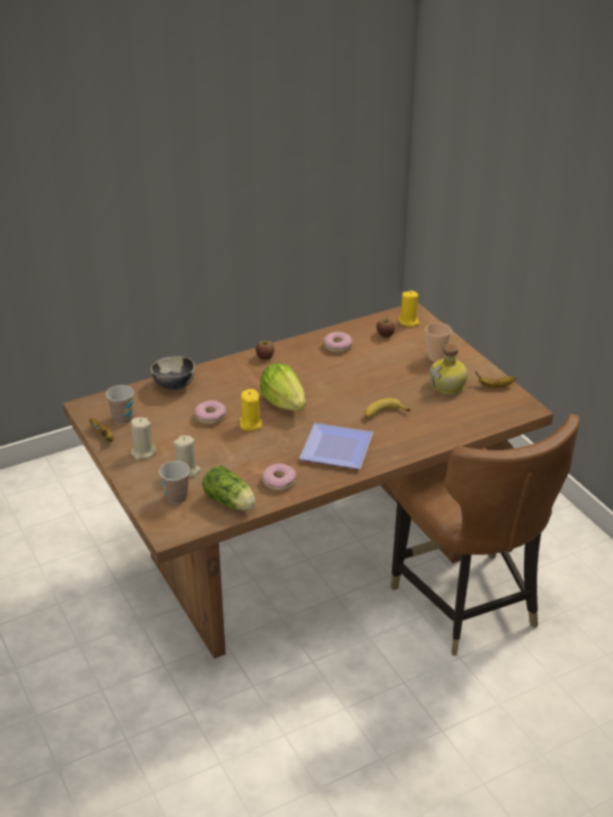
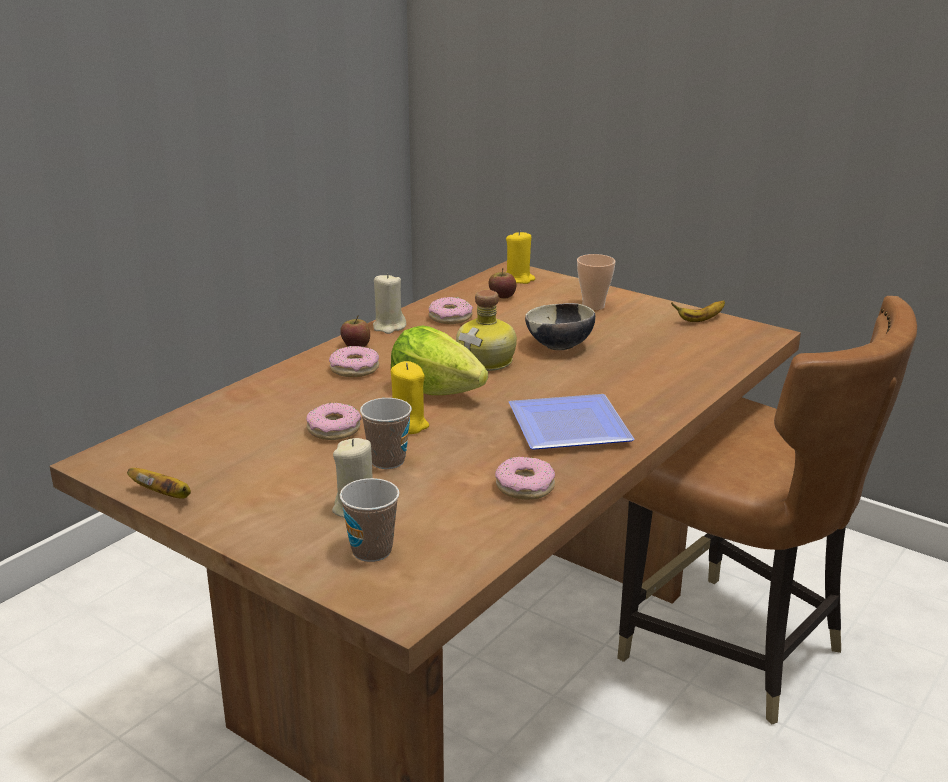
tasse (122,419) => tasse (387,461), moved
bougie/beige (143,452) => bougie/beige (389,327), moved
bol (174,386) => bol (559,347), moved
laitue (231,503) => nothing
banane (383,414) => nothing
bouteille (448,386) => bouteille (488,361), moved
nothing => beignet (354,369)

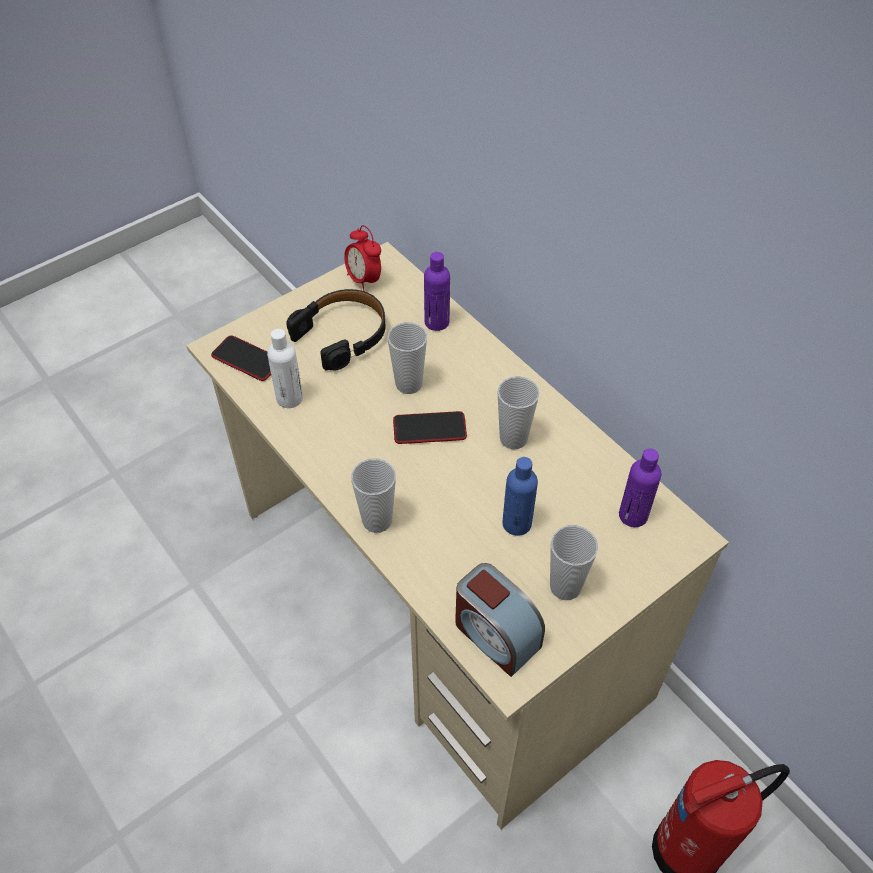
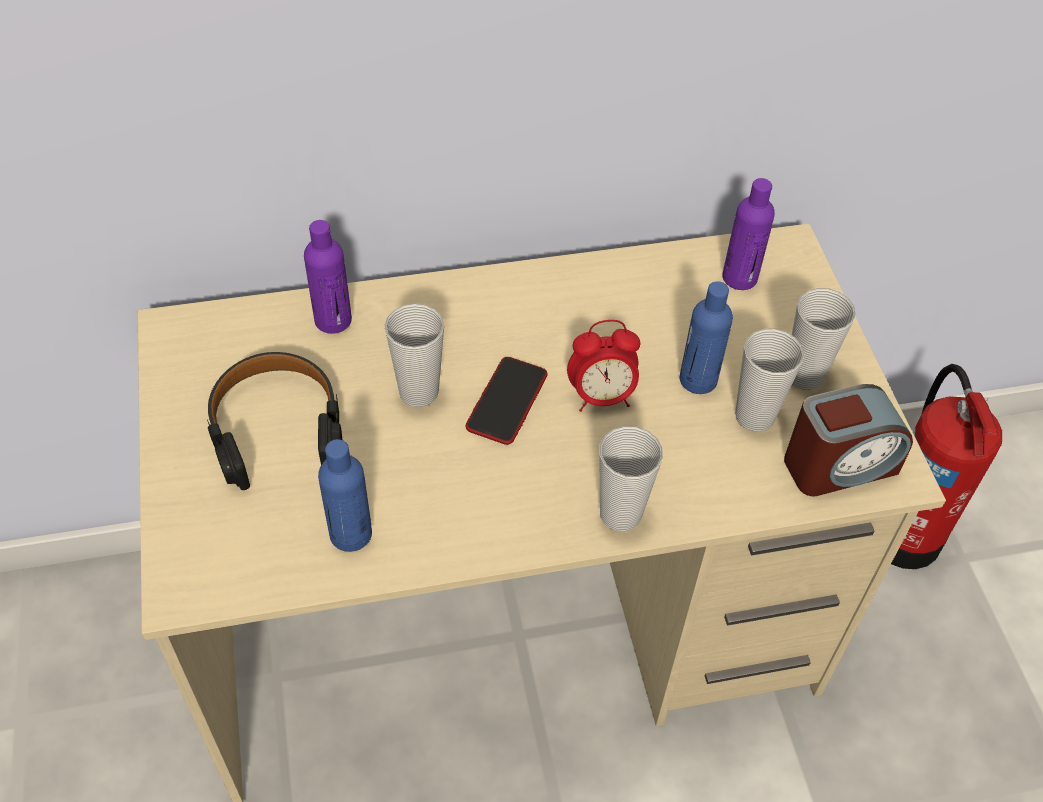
téléphone (247,359) => nothing
bouteille/blanc (289,398) => bouteille/bleu (350,534)
réveil (364,280) => réveil (601,397), moved
tasse (513,438) => tasse (754,416), moved

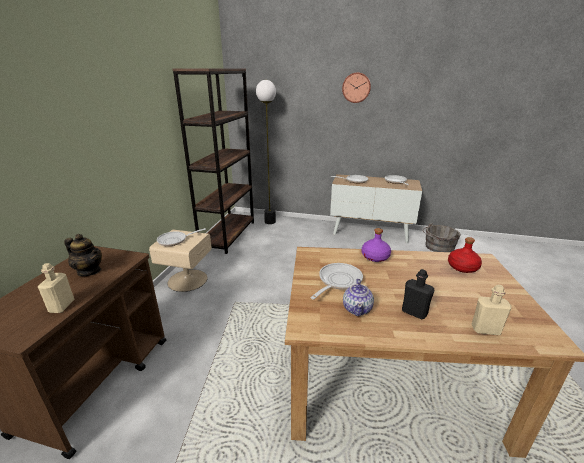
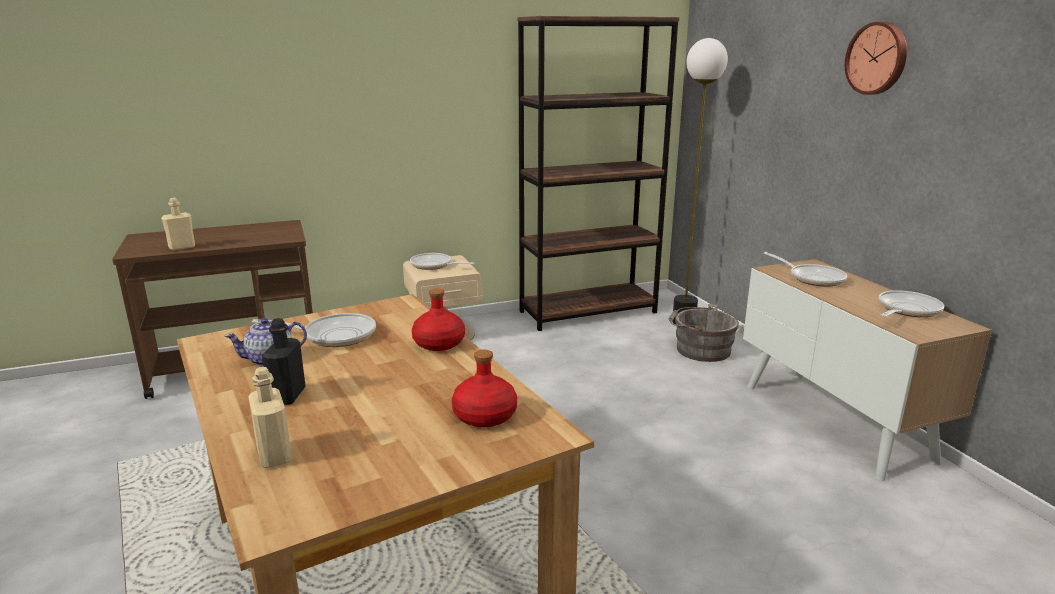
théière (89,271) => nothing
bouteille/violet (375,257) => bouteille/rouge (438,343)
seau/gris (438,247) => seau/gris (699,349), moved

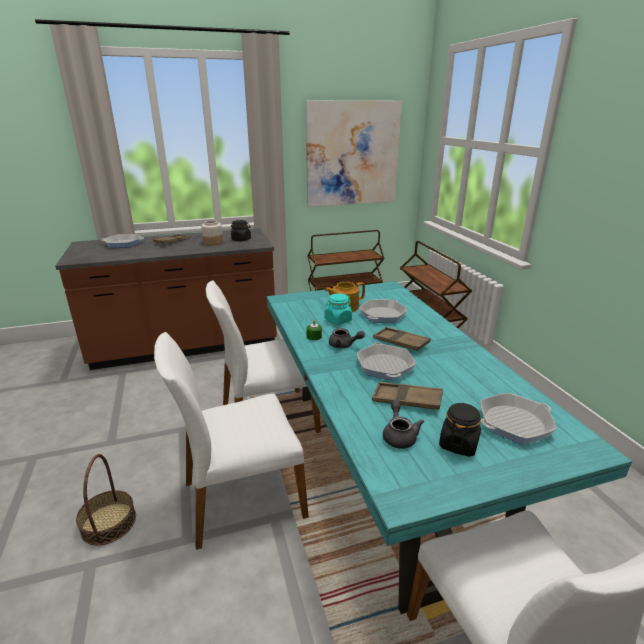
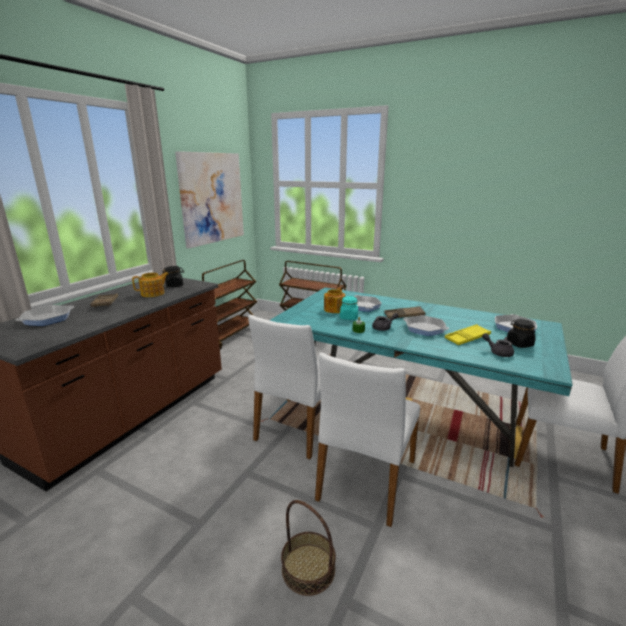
bocal (213,243) => théière (153,293)
plateau/marron (407,400) => plateau/jaune (467,338)

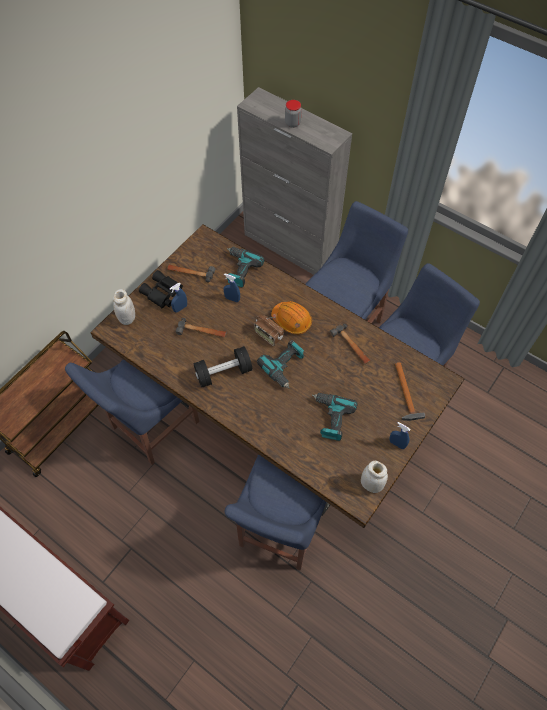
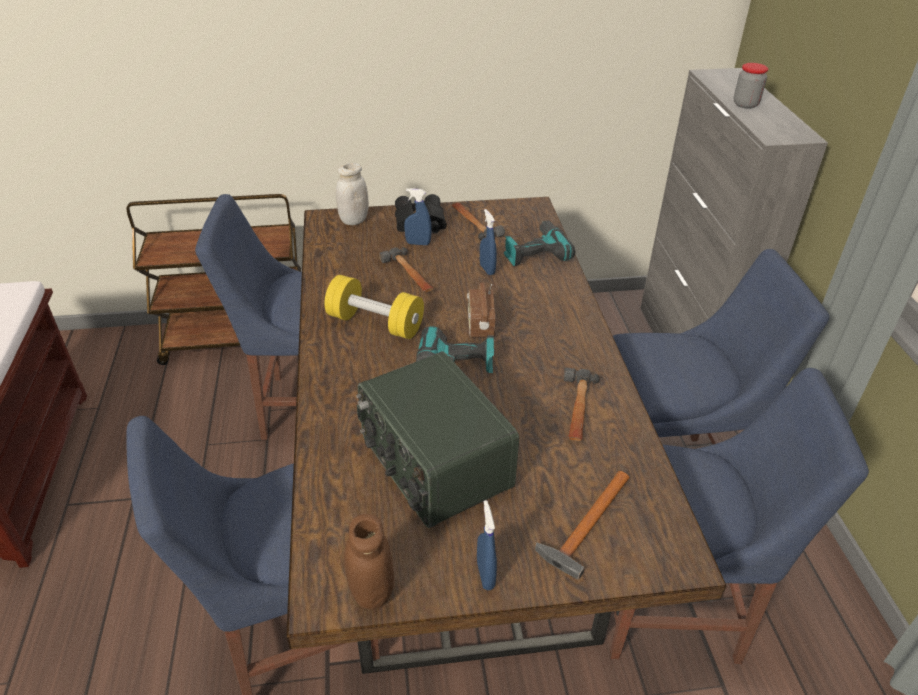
haltère/noir (223,373) => haltère/jaune (375,323)
casque de chantier/orange (292,320) => nothing
perceuse (331,418) => radio (433,463)
bocal/blanc (371,484) => bocal/marron (372,592)

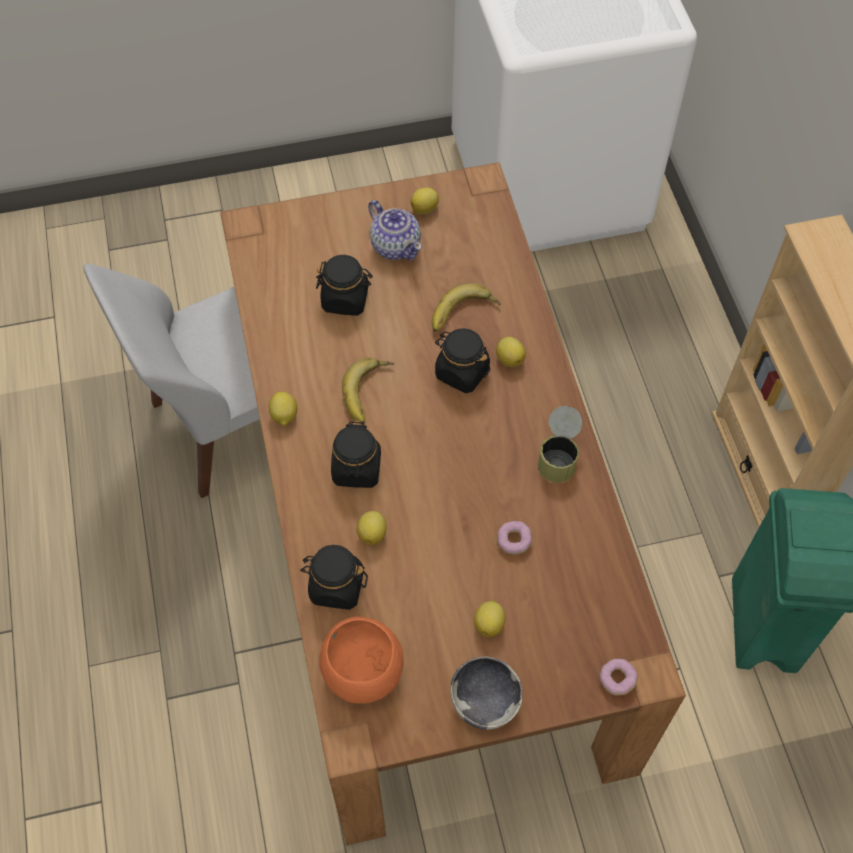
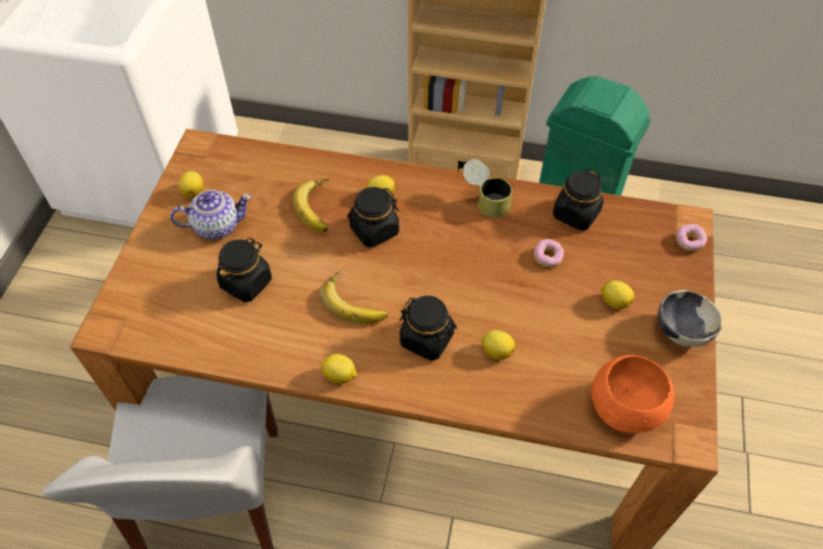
bocal/noir (336,586) => bocal/noir (576,214), moved

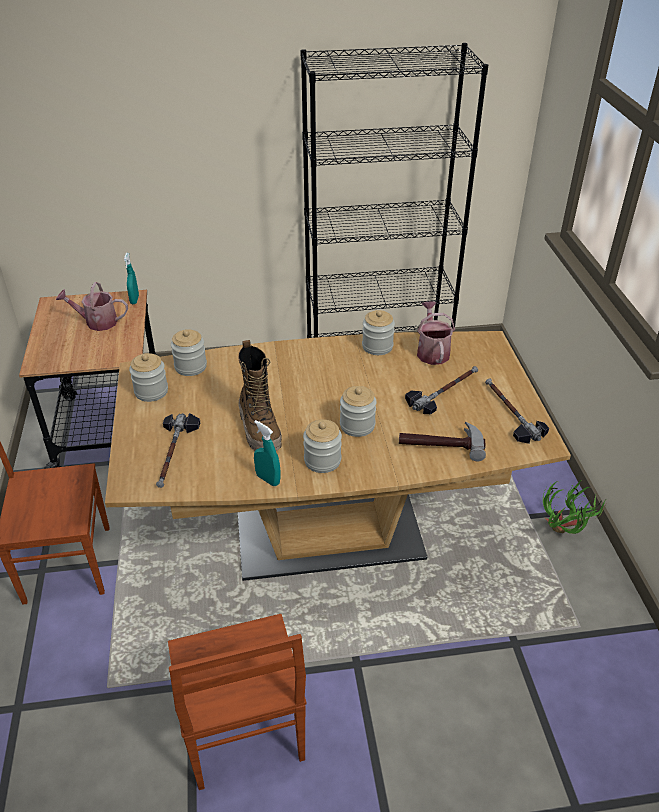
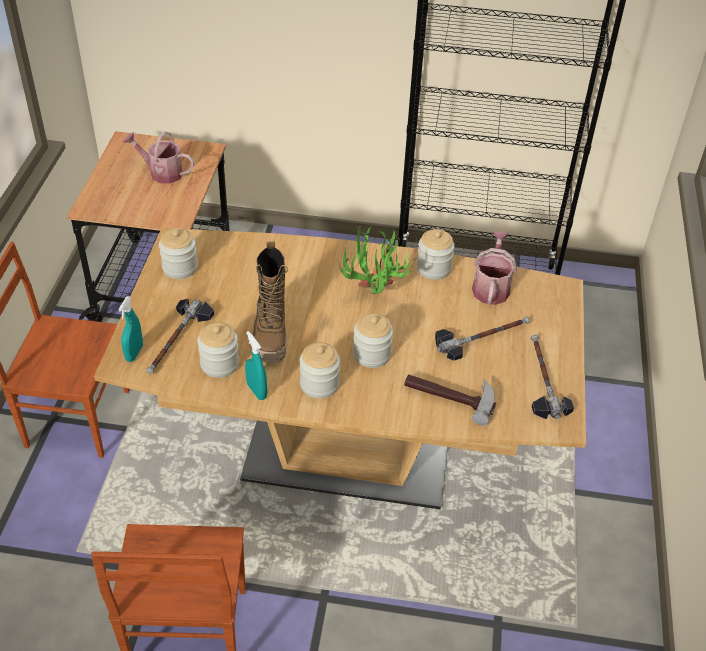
vaporisateur/turquoise (134,300) => vaporisateur/turquoise (134,353), moved
bocal (190,367) => bocal (219,364), moved
plante en pot (563,536) => plante en pot (373,298), moved

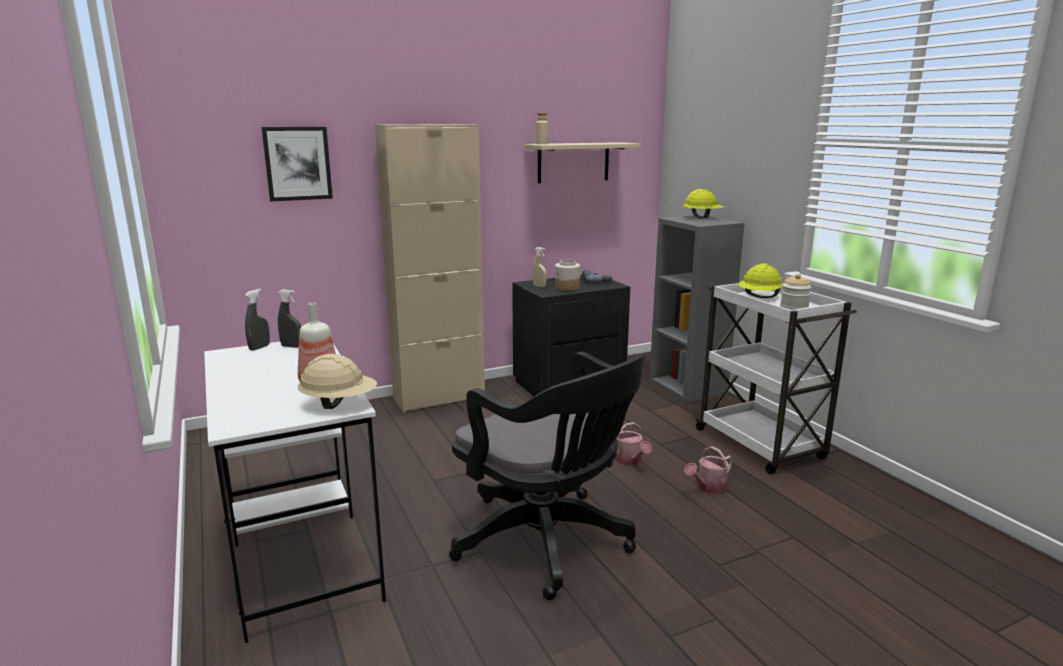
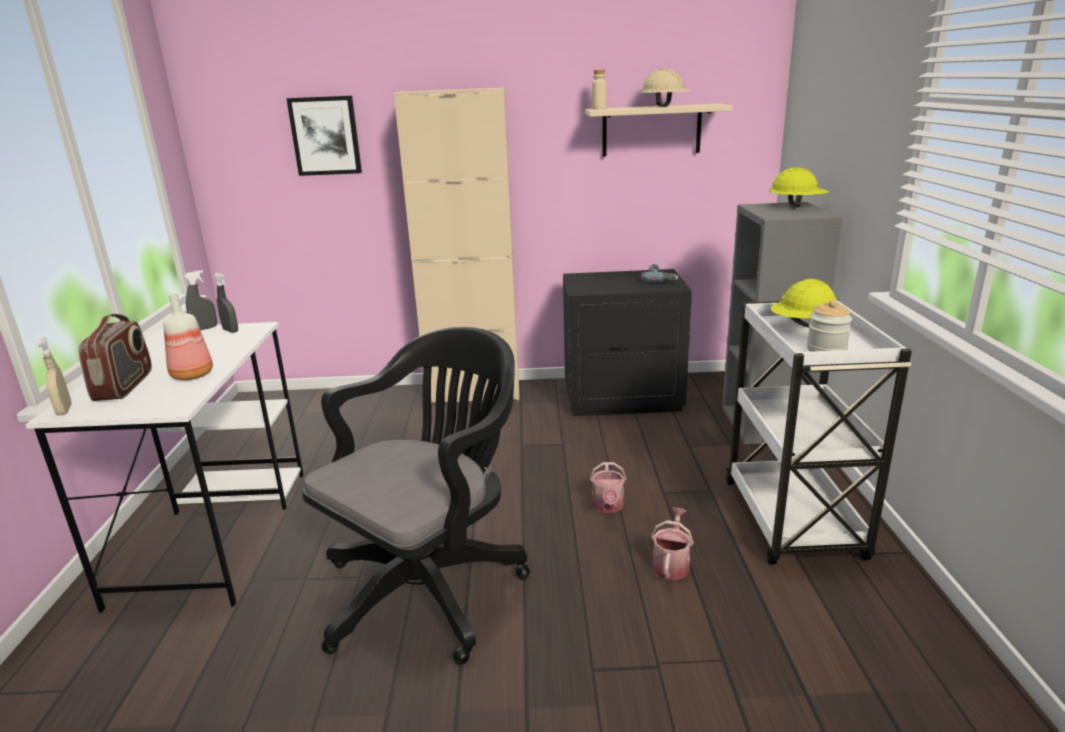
casque de chantier/beige (339,404) => casque de chantier/beige (666,106), moved
chaise de bureau/noir (548,543) => chaise de bureau/noir (431,586), 120 degrees counterclockwise
vaporisateur/beige (539,286) => vaporisateur/beige (64,410), moved
bocal (567,288) => nothing
arrosoir (708,487) => arrosoir (671,563), 120 degrees clockwise
nothing => radio (125,386)

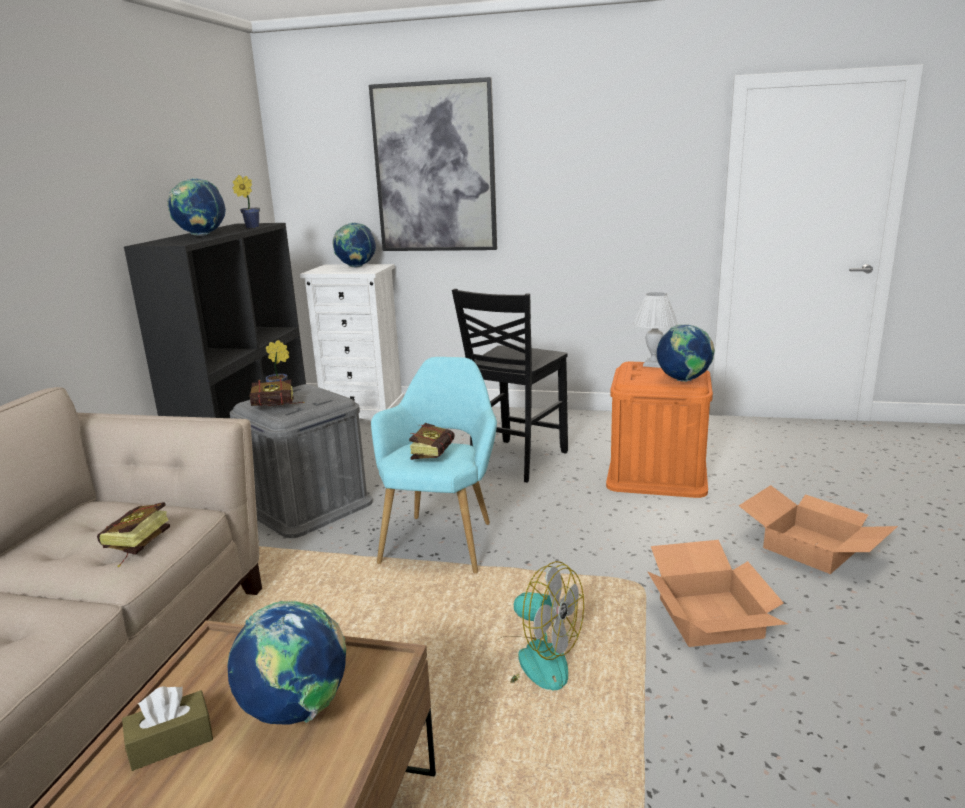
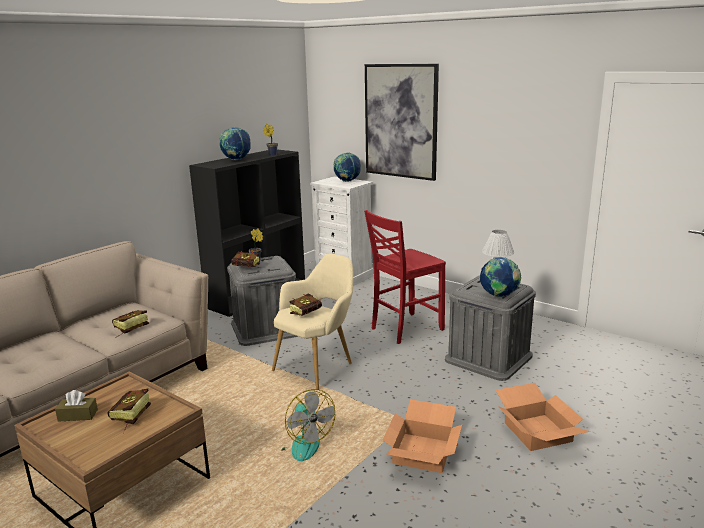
globe (297,711) => livre (129,418)
fauteuil/turquoise (443,539) => fauteuil/beige (318,366)
chaise/noir (516,461) => chaise/rouge (405,329)
boîte de rangement/orange (657,473) => boîte de rangement/gris (488,357)

